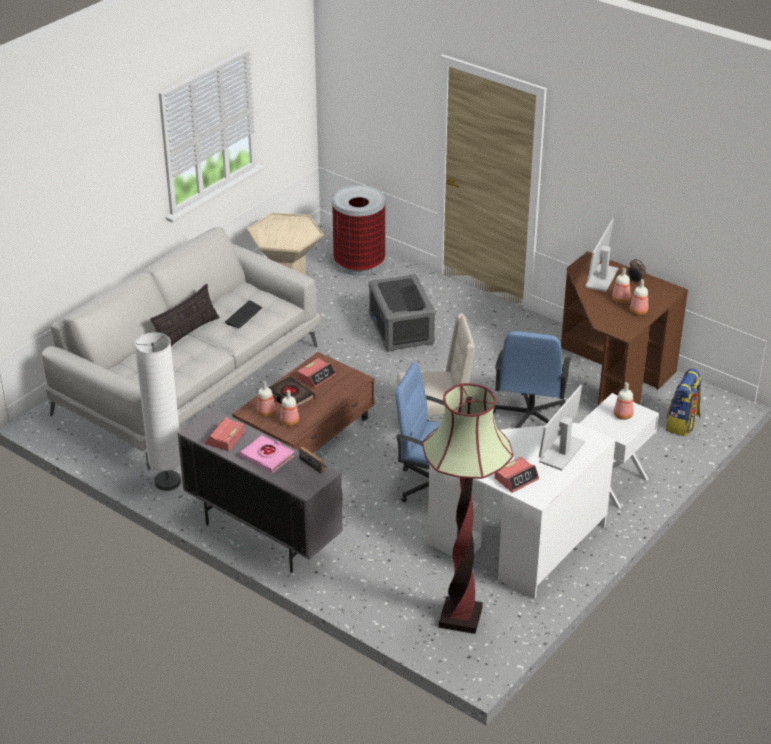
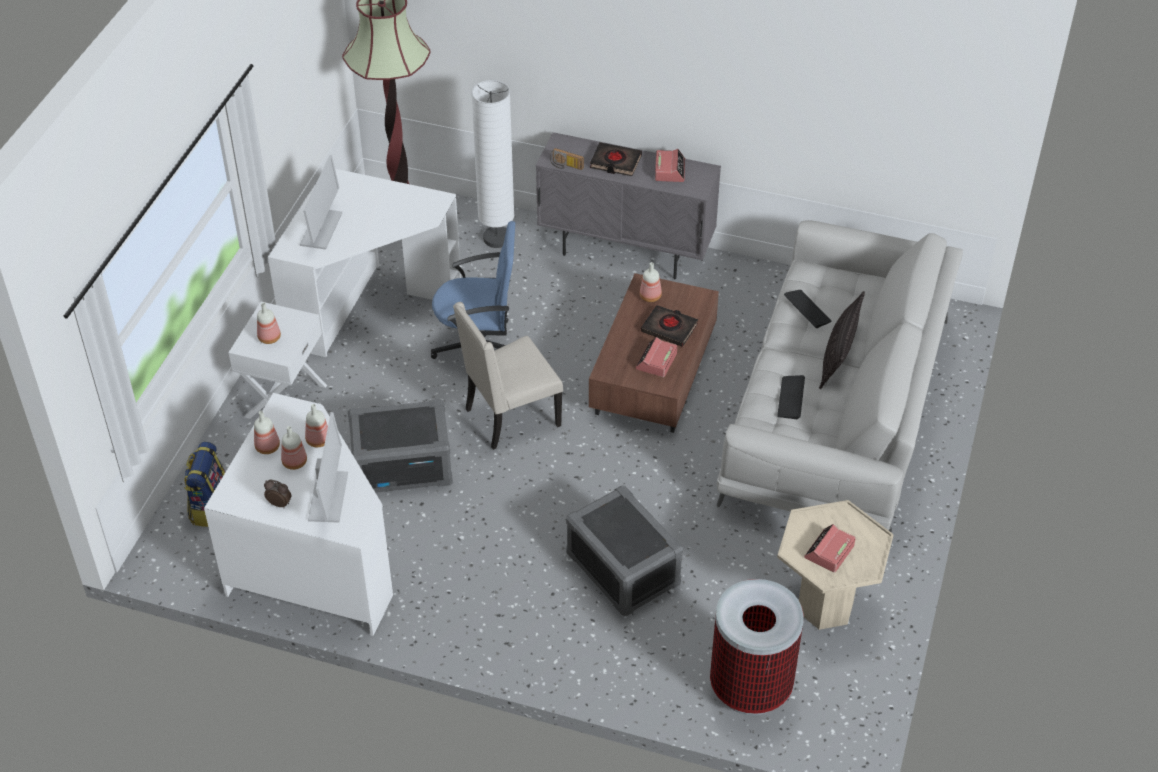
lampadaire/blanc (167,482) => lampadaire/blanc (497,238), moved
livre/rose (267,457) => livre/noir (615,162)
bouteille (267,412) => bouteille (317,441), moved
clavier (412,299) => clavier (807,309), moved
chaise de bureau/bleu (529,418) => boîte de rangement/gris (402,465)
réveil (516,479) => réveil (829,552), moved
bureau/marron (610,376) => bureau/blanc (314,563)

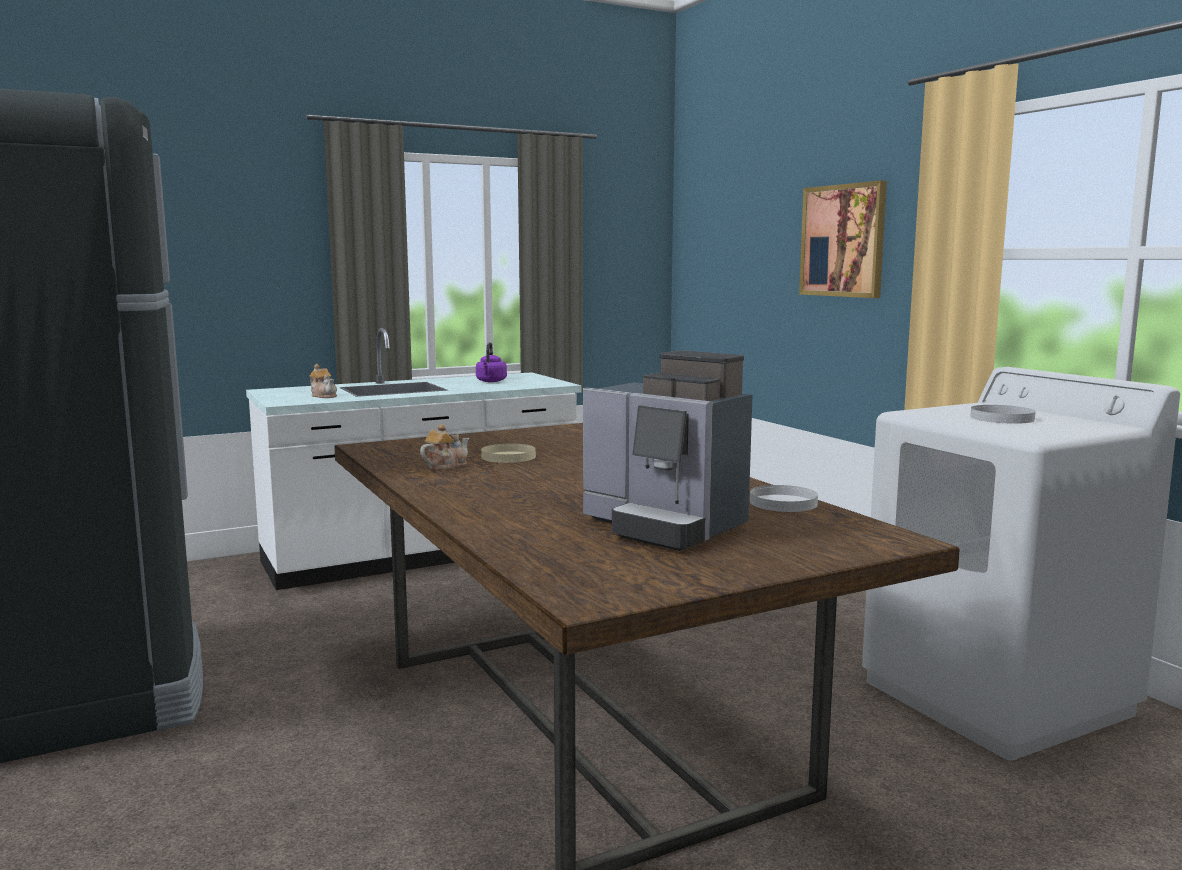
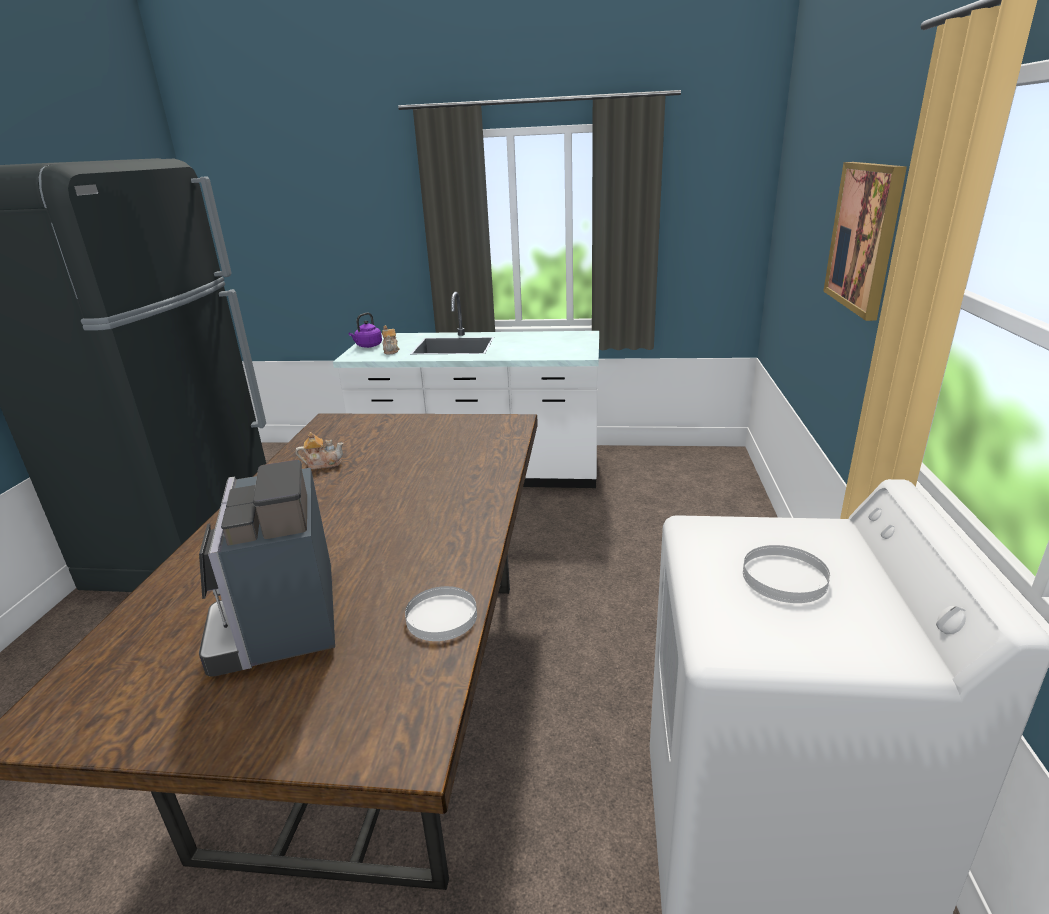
bouilloire/violet (491,381) => bouilloire/violet (368,346), moved
assiette/beige (508,457) => nothing

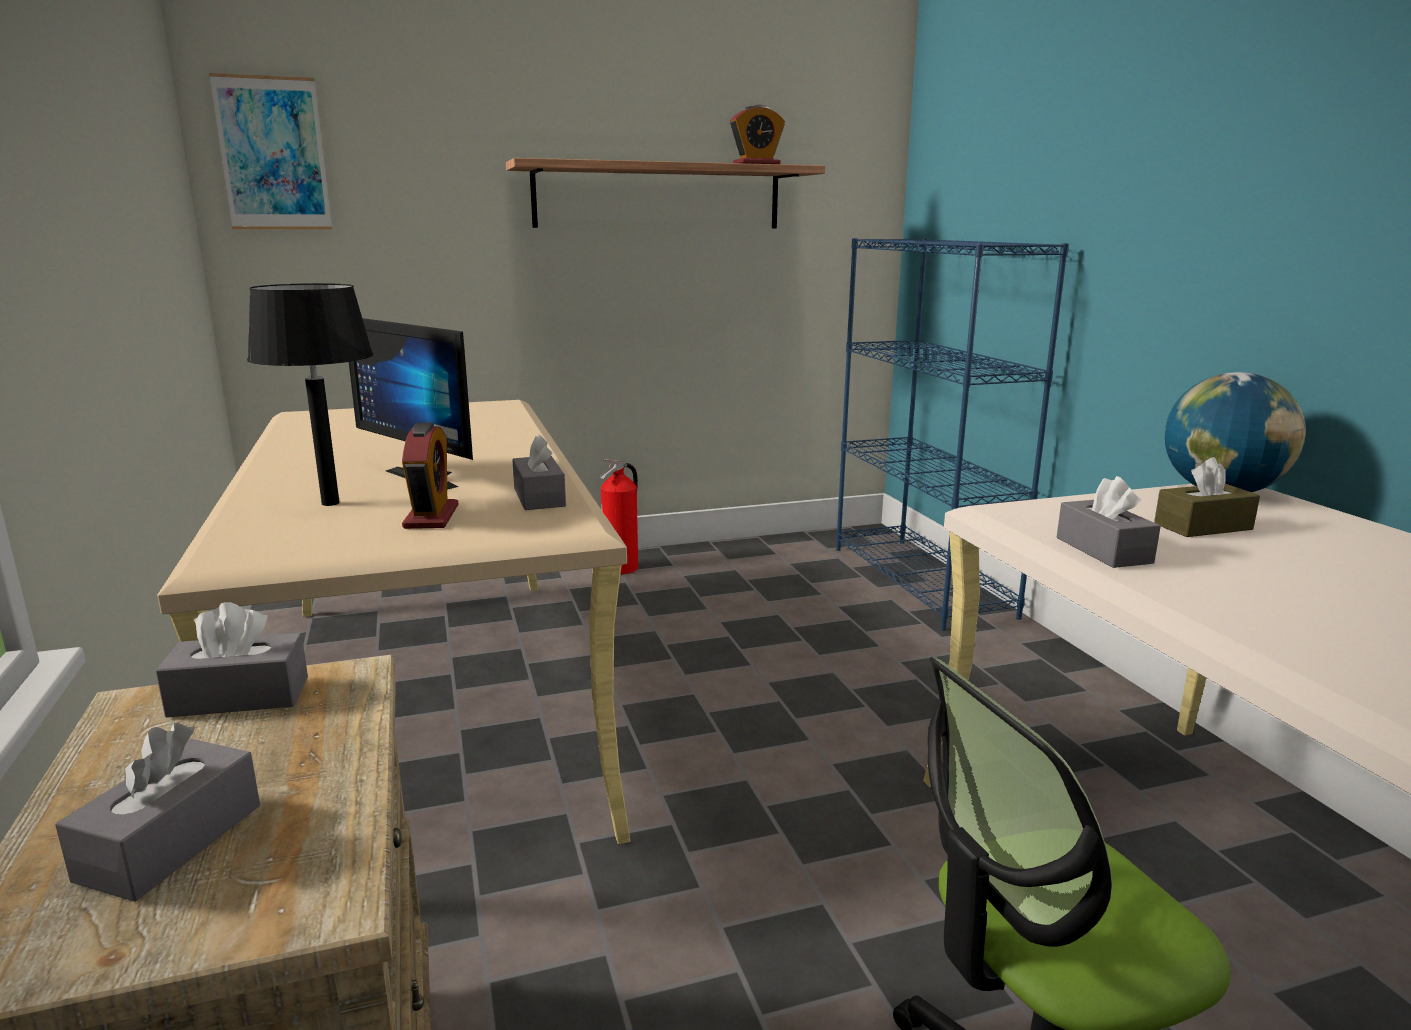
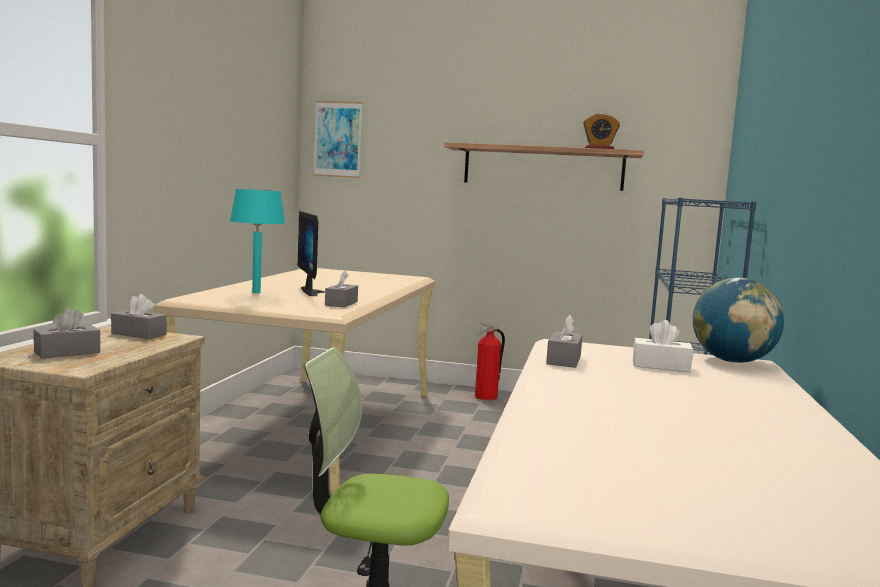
lampe de table/noir (330,503) => lampe de table/turquoise (256,292)
réveil (431,517) => nothing
boîte à mouchoirs/marron (1203,526) => boîte à mouchoirs/blanc (660,366)

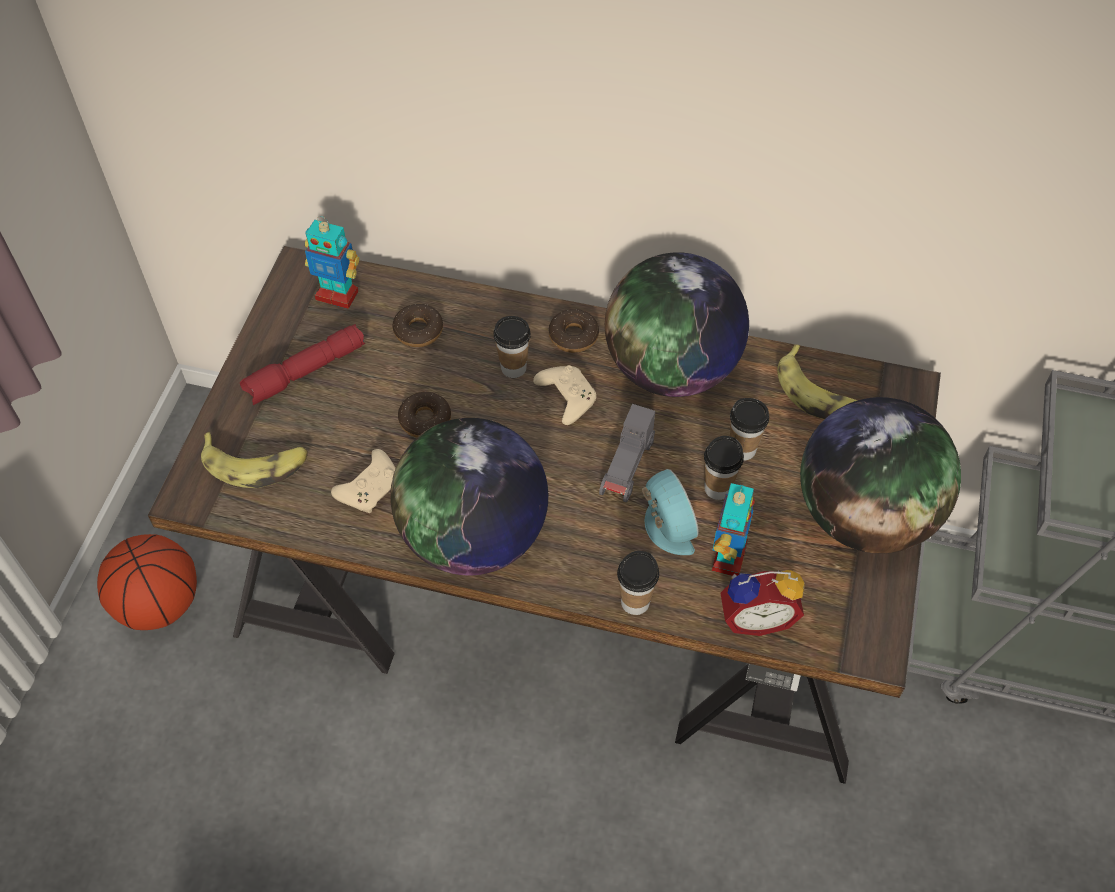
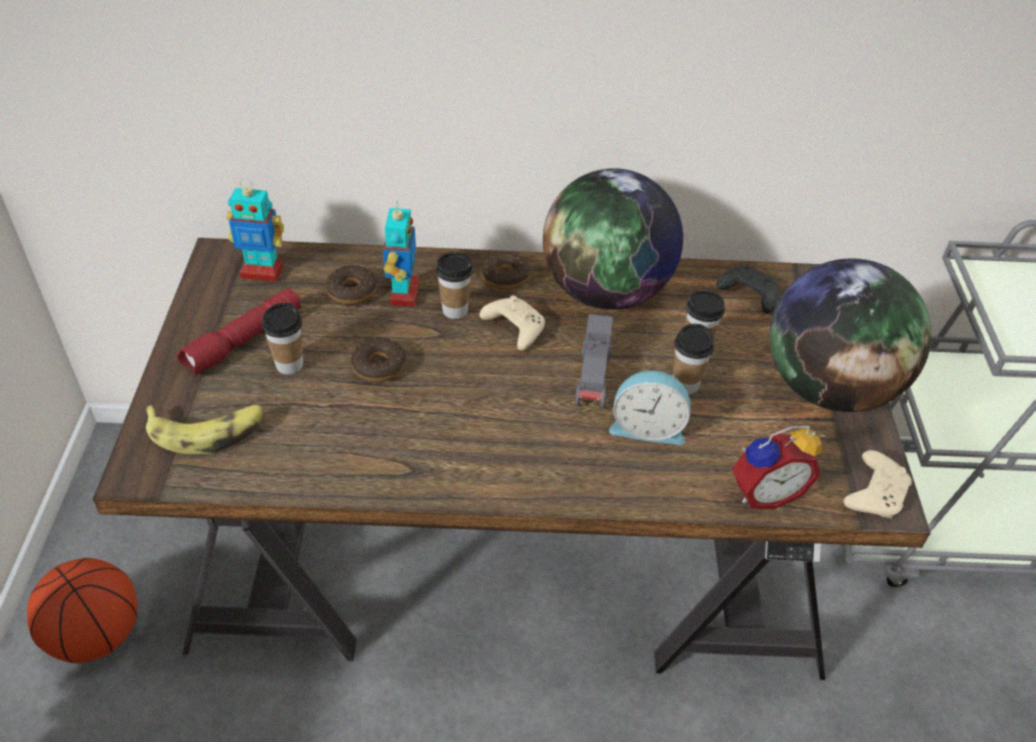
manette/beige (371,488) => manette/beige (874,493), moved
globe (473,536) => nothing
tasse (635,602) => tasse (289,365), moved
réveil (665,528) => réveil (647,427), 135 degrees clockwise
robot jouet (728,556) => robot jouet (403,294), moved
banane (819,394) => manette/noir (747,295)

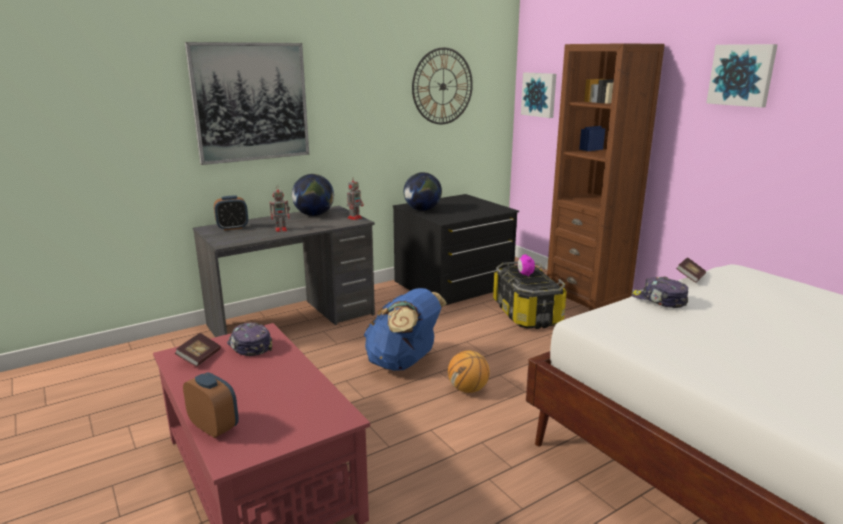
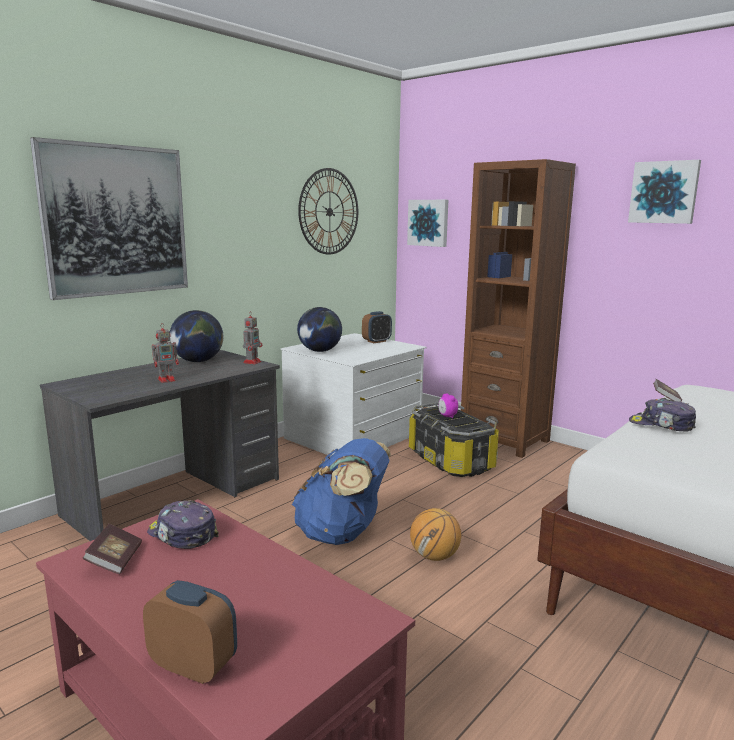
réveil (232,228) => réveil (376,341), moved
commode/noir (454,285) => commode/blanc (354,437)

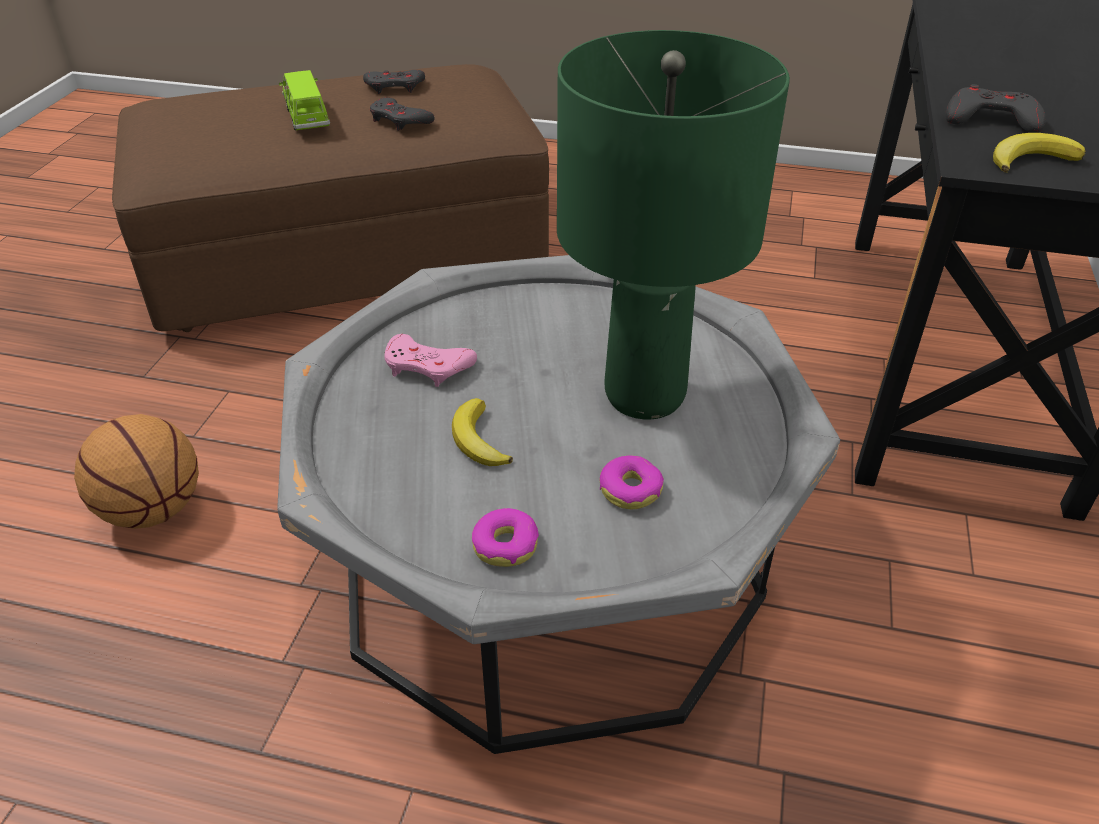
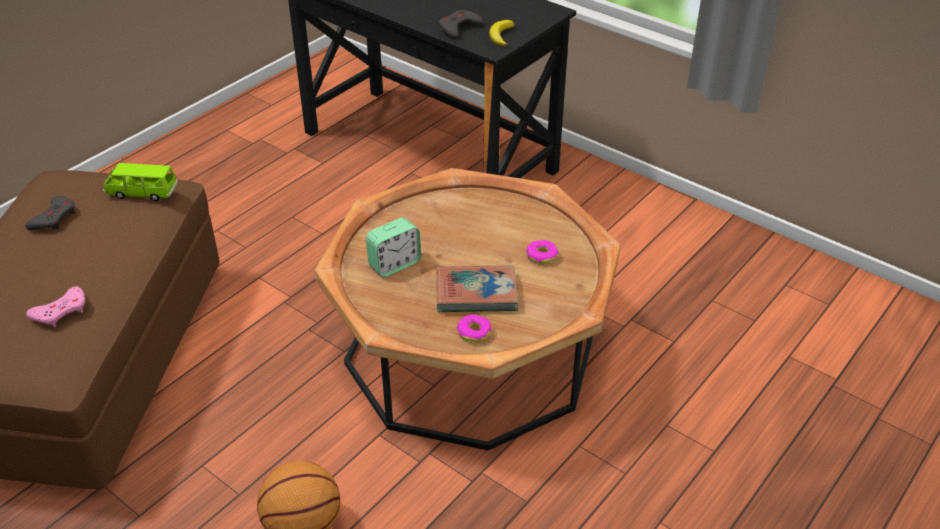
table basse/gris (549,561) => table basse/marron (470,352)
petite voiture/vert (307,118) => petite voiture/vert (142,192), moved
manette/gris (400,120) => nothing
manette/rose (427,366) => manette/rose (61,311), moved
banane (478,440) => livre (476,293)
beignet (505,545) => beignet (474,333), moved
lampe de table/vert (646,396) => nothing
nothing => réveil (394,264)

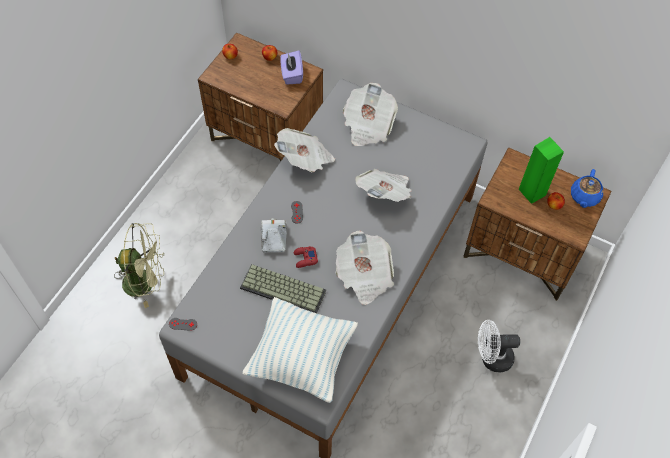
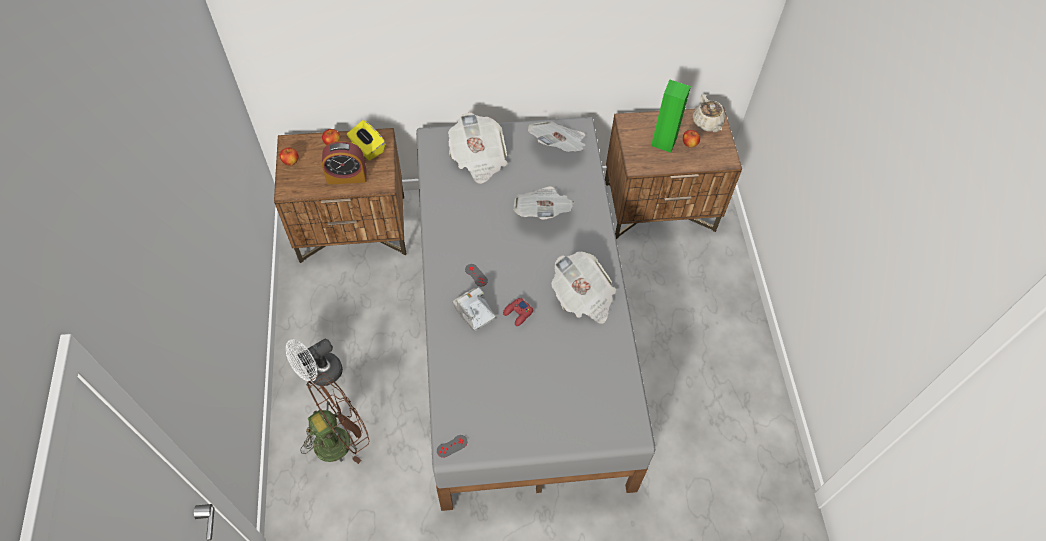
ventilateur/vert (146,282) => ventilateur/marron (339,438)
clavier (284,288) => nothing
coussin (301,358) => nothing
journal (305,159) => journal (558,146), moved
boîte à mouchoirs/violet (292,74) => boîte à mouchoirs/jaune (367,148)
ventilateur/blanc (491,358) => ventilateur/blanc (319,374), moved
théière/bleu (584,197) => théière/beige (707,123)
nothing => réveil (346,176)

